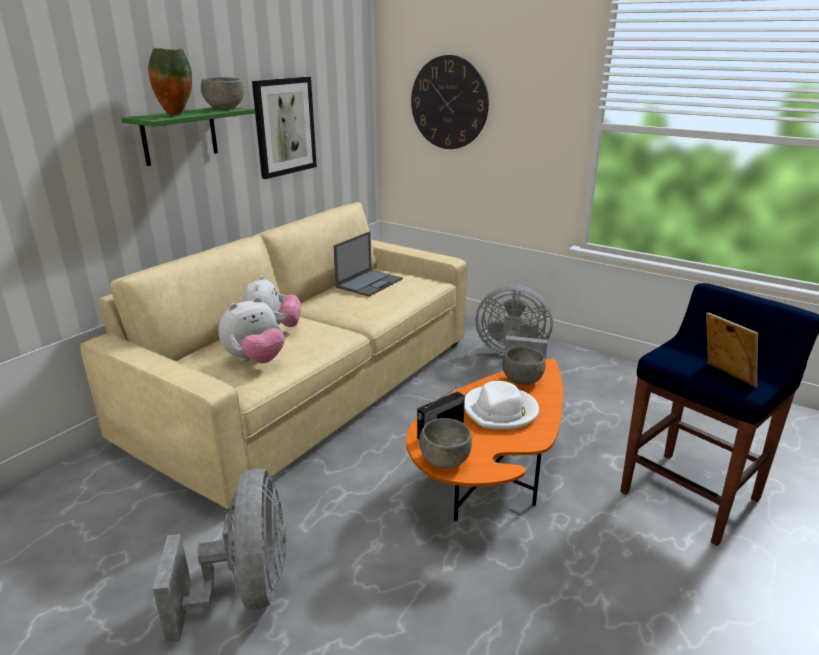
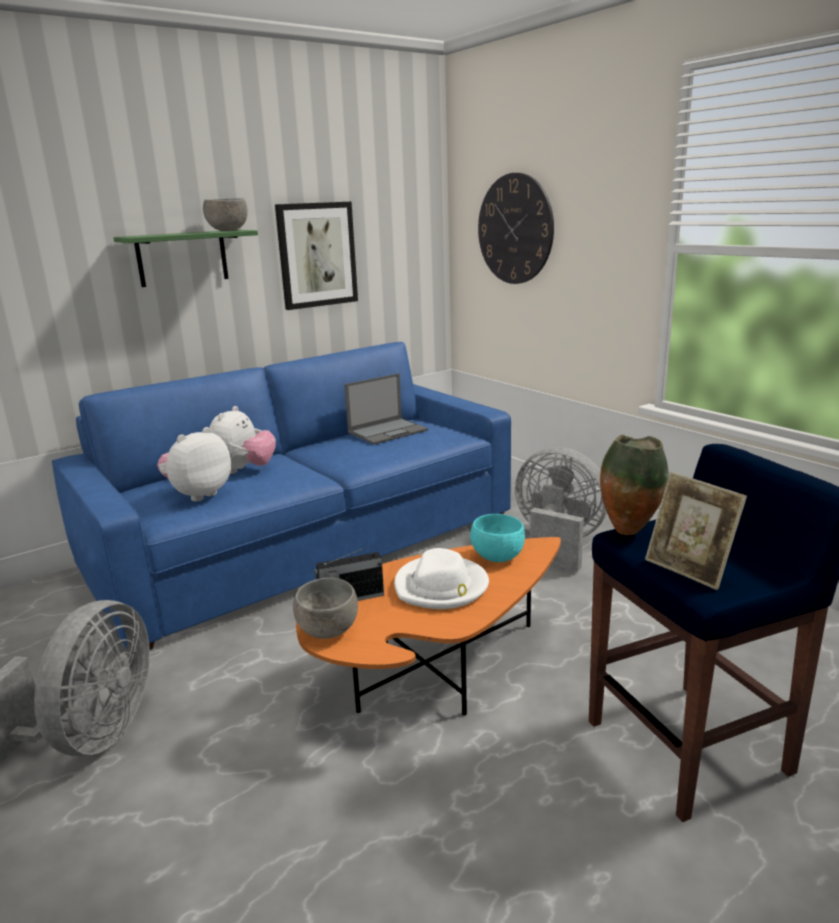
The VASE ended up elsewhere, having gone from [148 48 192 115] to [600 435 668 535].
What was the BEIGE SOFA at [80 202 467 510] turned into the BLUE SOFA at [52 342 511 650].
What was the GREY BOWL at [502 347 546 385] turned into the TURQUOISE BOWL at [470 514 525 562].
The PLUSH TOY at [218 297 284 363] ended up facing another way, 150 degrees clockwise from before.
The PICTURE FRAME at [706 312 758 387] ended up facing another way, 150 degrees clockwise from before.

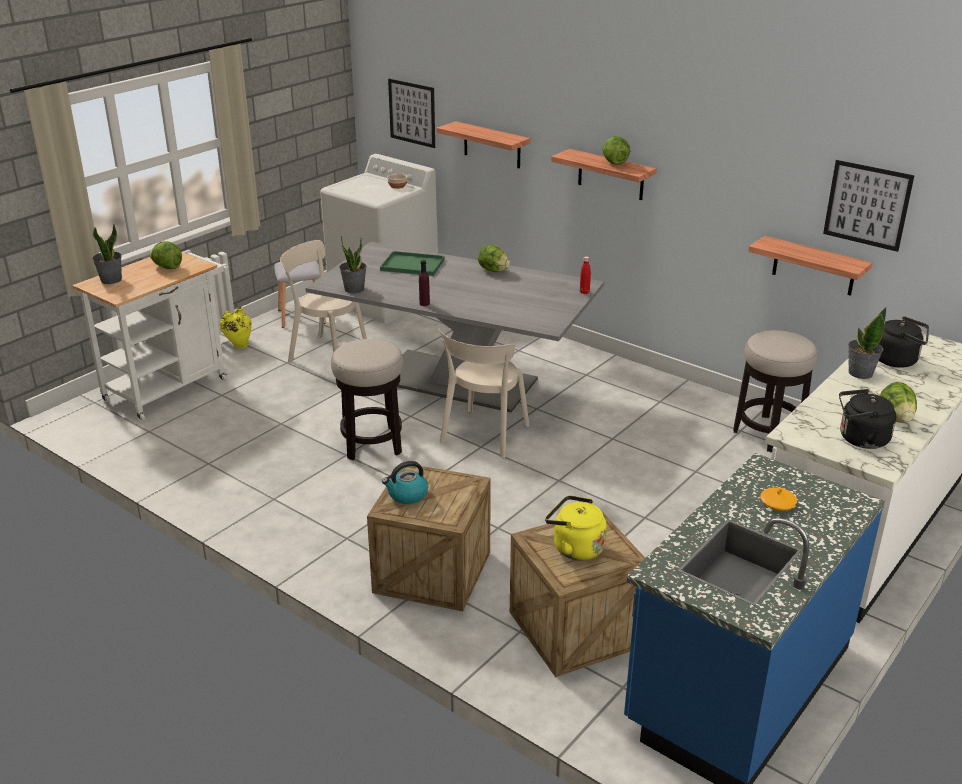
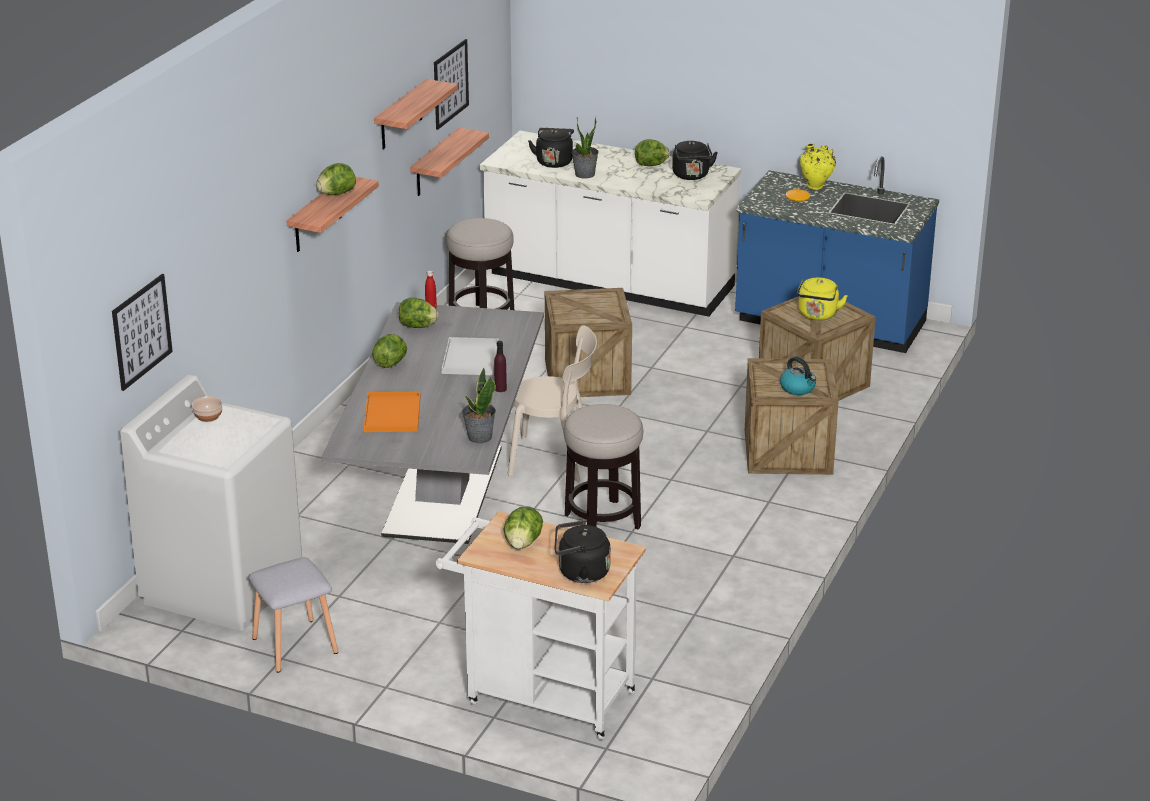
The second view lost the BEIGE CHAIR at [280 240 367 362].
The second view gained the LETTUCE at [399 297 439 328].
The second view gained the WHITE TRAY at [441 337 499 375].
The second view gained the CRATE at [545 288 632 397].
The YELLOW VASE ended up elsewhere, having gone from [220 307 252 349] to [800 143 836 190].
The SHELF ended up elsewhere, having gone from [436 121 531 168] to [374 79 458 149].
Where the POTTED PLANT stood at [92 224 122 284], the BLACK KETTLE came to stand at [555 520 611 583].
What was the GREEN TRAY at [380 251 445 276] turned into the ORANGE TRAY at [364 391 421 432].

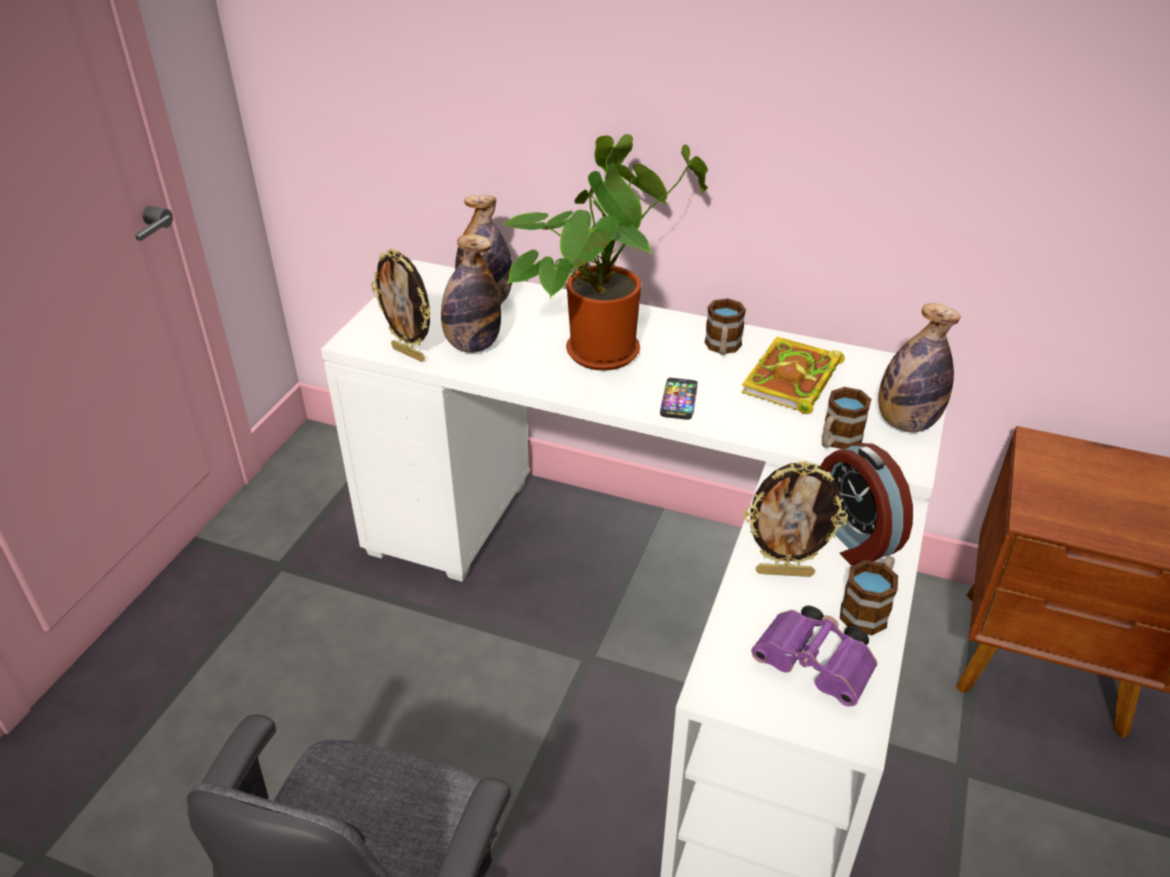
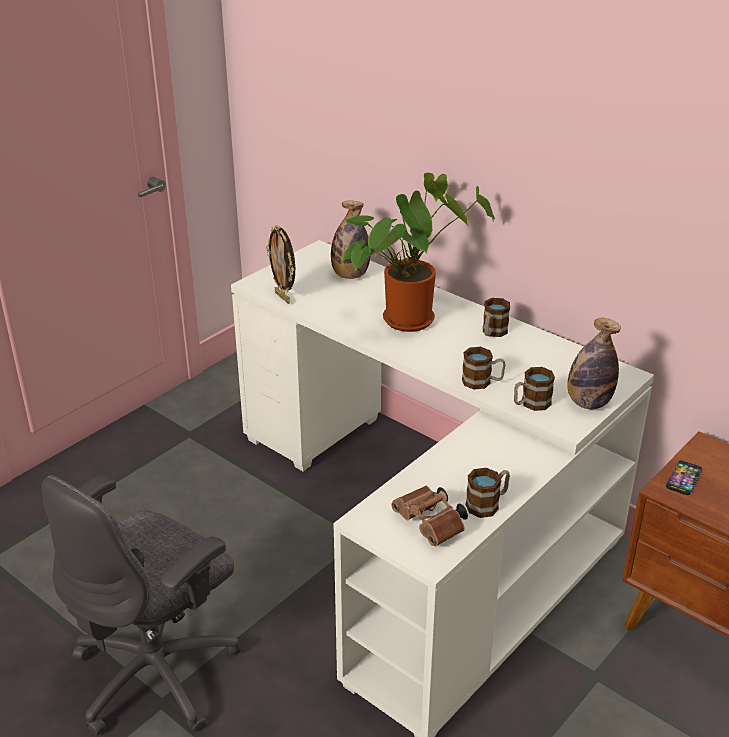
The second view lost the BOTTLE at [441 234 501 353].
The second view lost the BOOK at [741 337 845 414].
The second view lost the PICTURE FRAME at [744 461 848 577].
The second view lost the ALARM CLOCK at [820 443 913 566].
The second view gained the MUG at [462 347 506 390].
The PHONE ended up elsewhere, having gone from [660 378 698 420] to [666 460 702 495].
What was the PURPLE BINOCULARS at [751 606 877 707] turned into the BROWN BINOCULARS at [391 486 468 547].

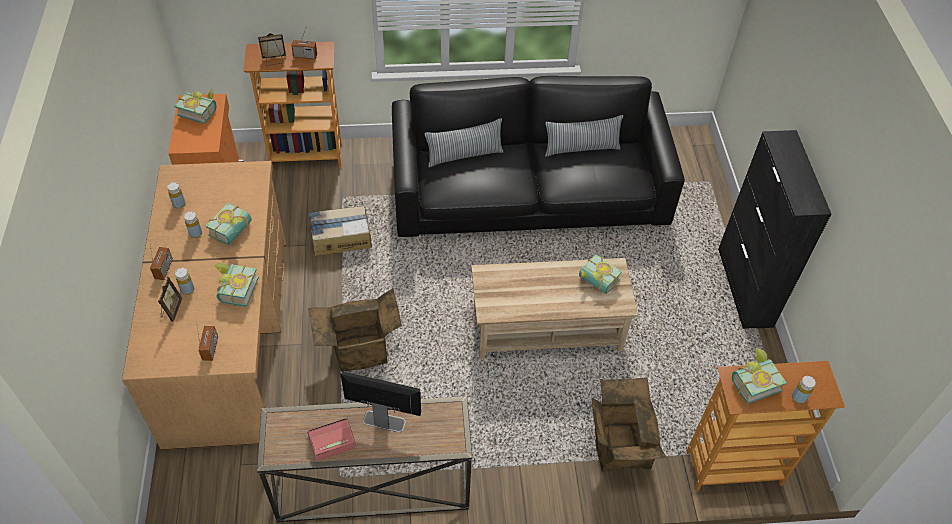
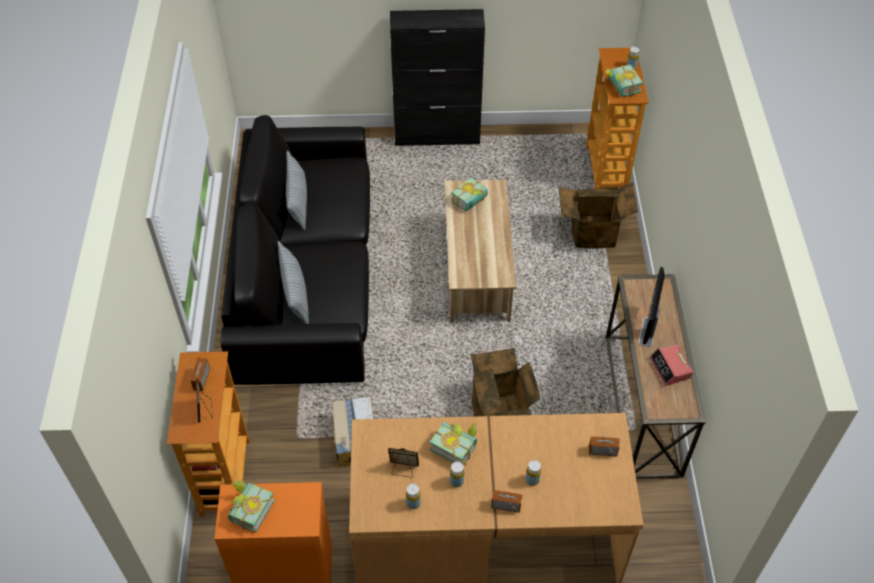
The second view lost the BOOK at [214 263 259 307].
The PICTURE FRAME ended up elsewhere, having gone from [158 277 182 322] to [388 448 419 478].

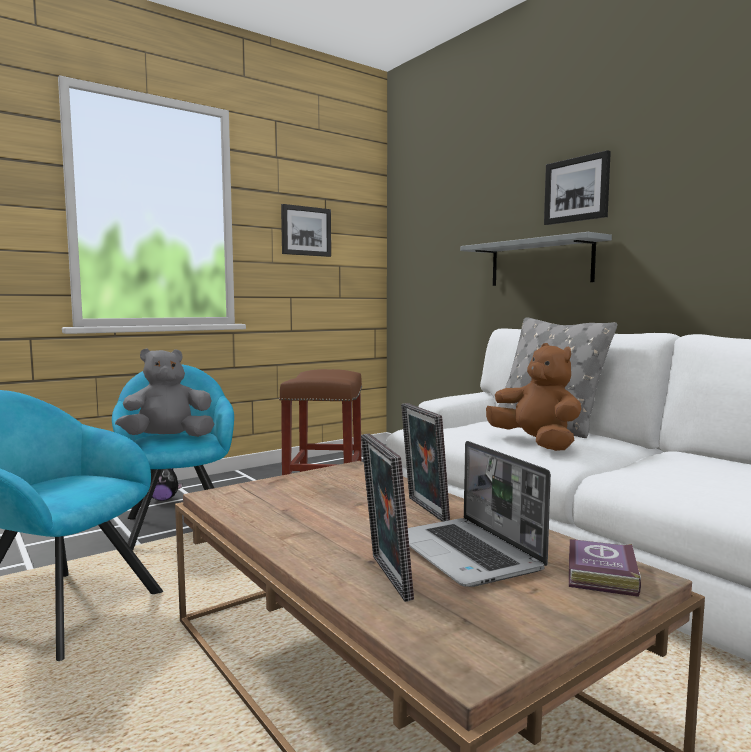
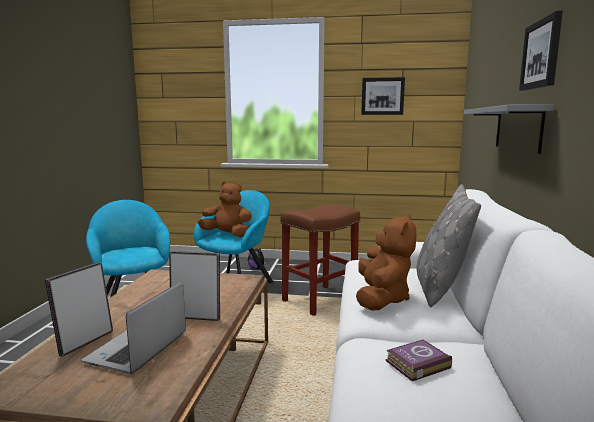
The BOOK ended up elsewhere, having gone from [569 539 641 597] to [386 340 452 382].
What was the GREY PLUSH TOY at [115 349 214 437] turned into the BROWN PLUSH TOY at [197 182 252 237].
The PICTURE FRAME at [401 403 450 522] ended up facing another way, 75 degrees clockwise from before.

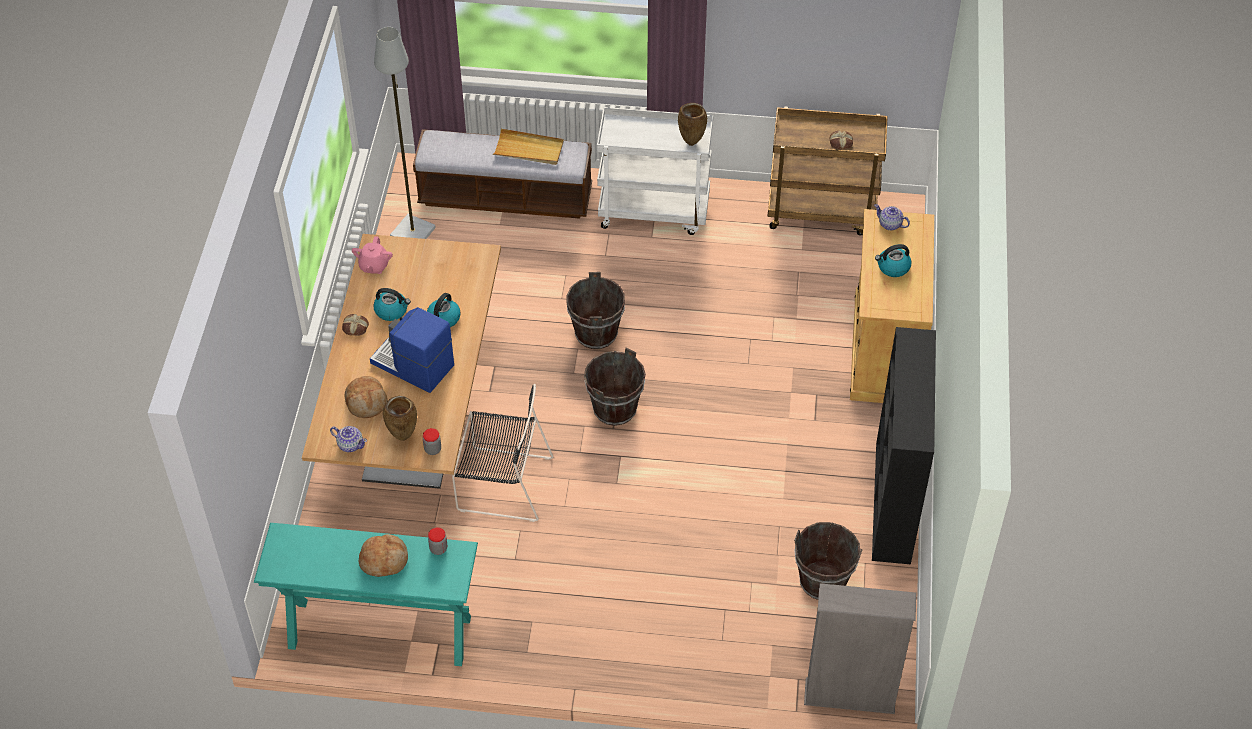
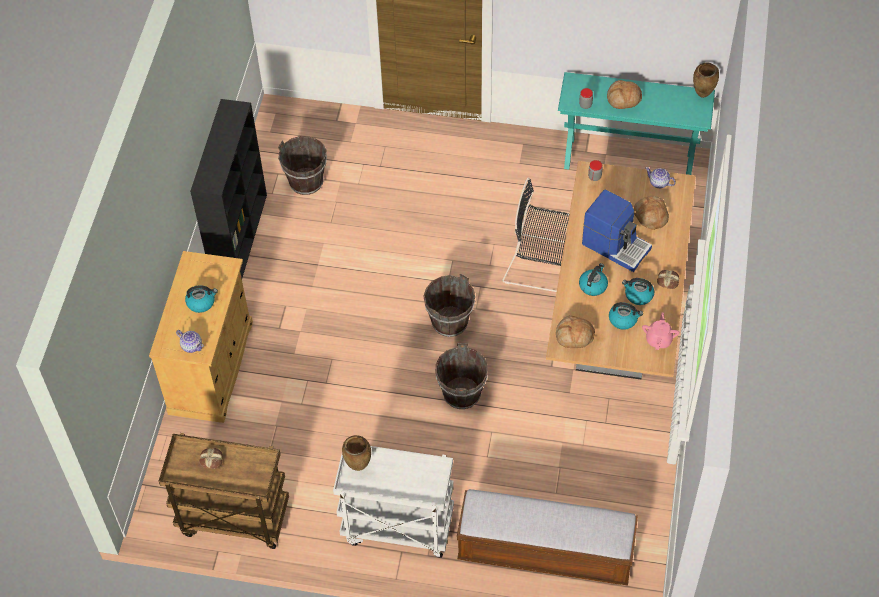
The second view lost the GREY FLOOR LAMP at [374 27 436 239].
The second view lost the BEIGE TRAY at [493 129 564 165].
The second view lost the GREY BOOKCASE at [804 583 916 714].
The second view gained the BREAD at [556 315 595 348].
The second view gained the KETTLE at [609 302 643 330].
The BROWN VASE ended up elsewhere, having gone from [383 396 417 441] to [693 63 719 98].

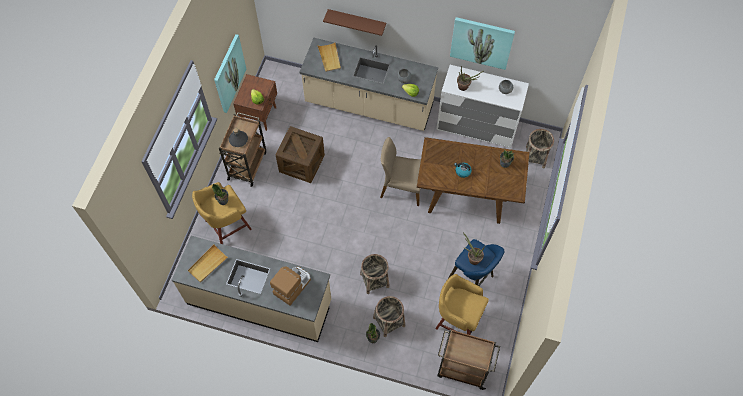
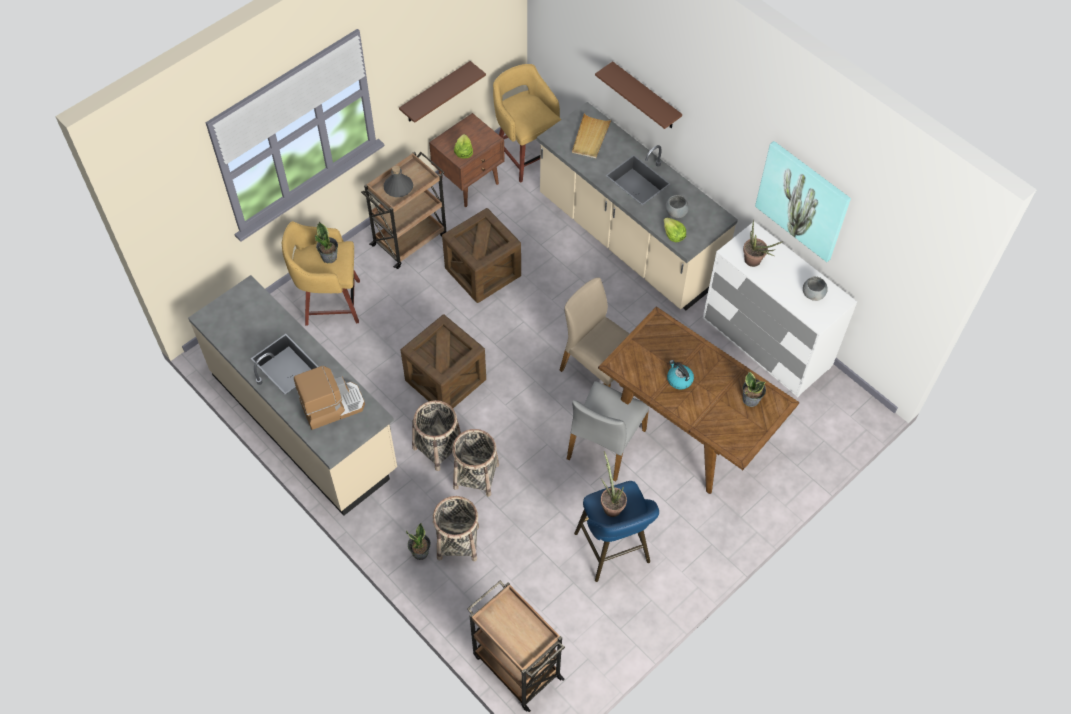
The second view lost the BEIGE TRAY at [188 245 228 283].
The second view gained the CRATE at [400 315 486 408].
The second view gained the GREY CHAIR at [567 381 649 481].
The YELLOW STOOL ended up elsewhere, having gone from [435 274 489 335] to [493 64 561 183].
The BASKET ended up elsewhere, having gone from [526 129 554 169] to [412 400 461 471].
Where the PICTURE hung at [214 34 246 113], the BROWN SHELF came to hang at [399 61 486 123].

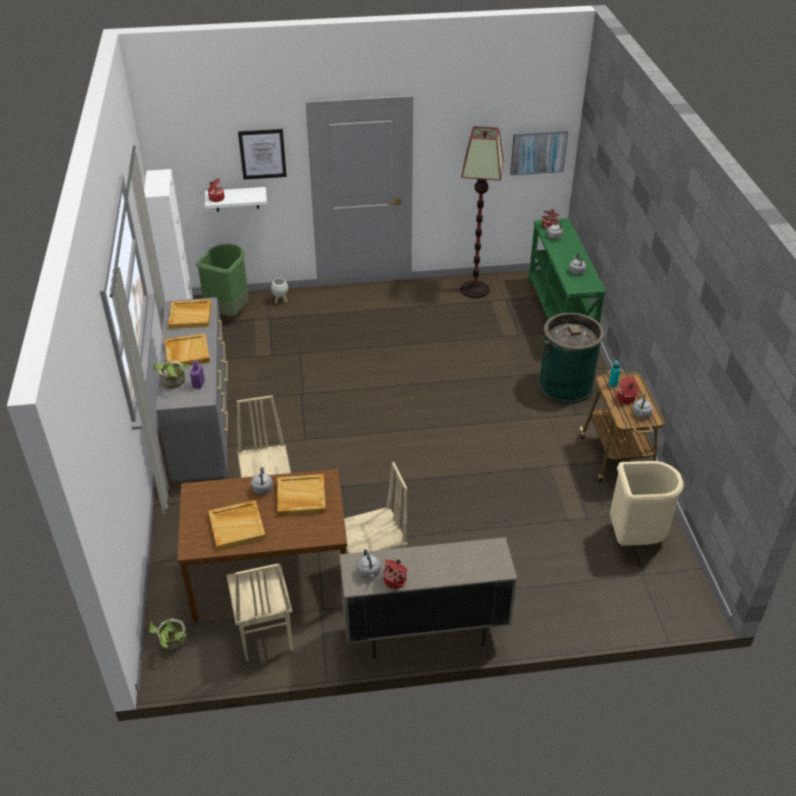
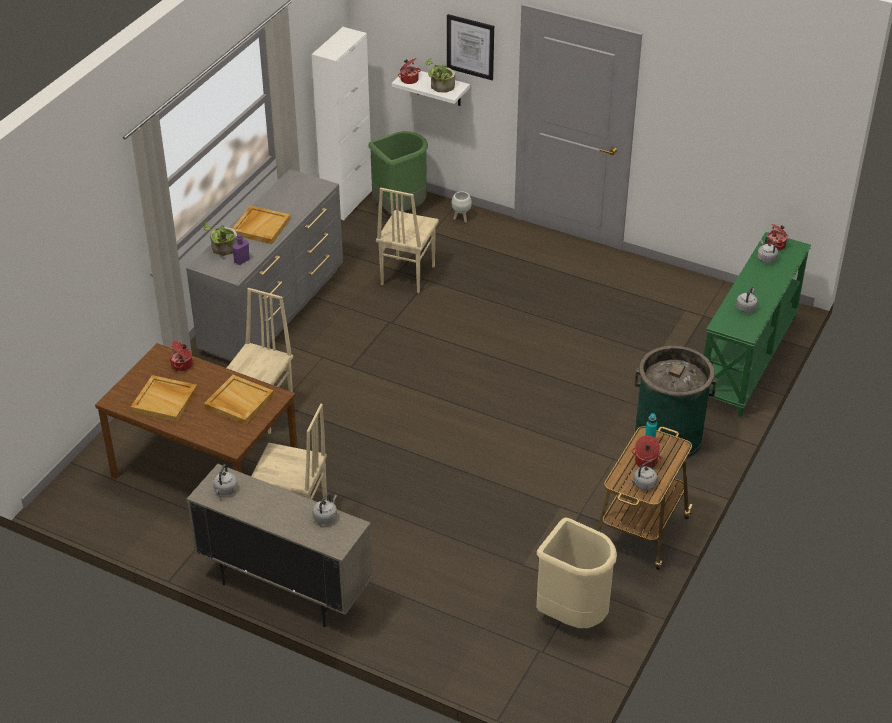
The second view lost the BEIGE TRAY at [168 300 211 329].
The second view lost the FLOOR LAMP at [461 126 504 298].
The second view lost the PICTURE at [510 130 568 175].
The POTTED PLANT ended up elsewhere, having gone from [149 618 188 652] to [425 58 455 93].
The BEIGE CHAIR ended up elsewhere, having gone from [227 563 293 661] to [376 187 439 293].
The GREY KETTLE ended up elsewhere, having gone from [251 467 273 495] to [312 494 337 524].
The COOKING POT ended up elsewhere, having gone from [384 559 408 589] to [170 341 192 371].

